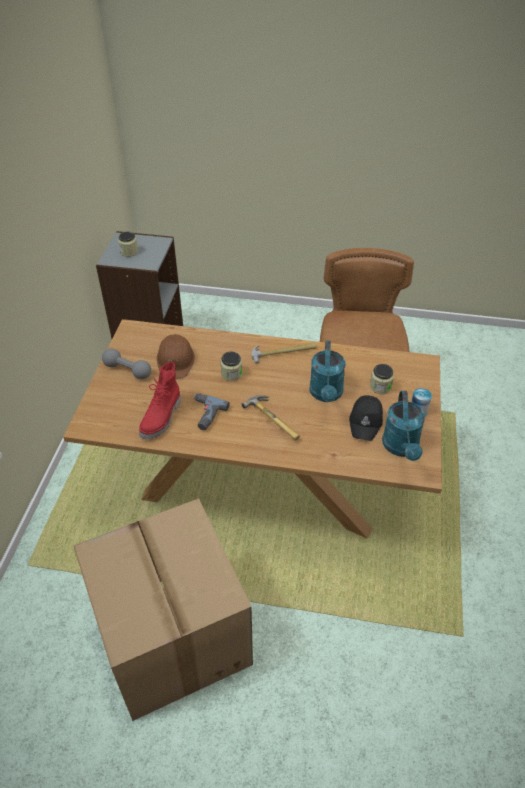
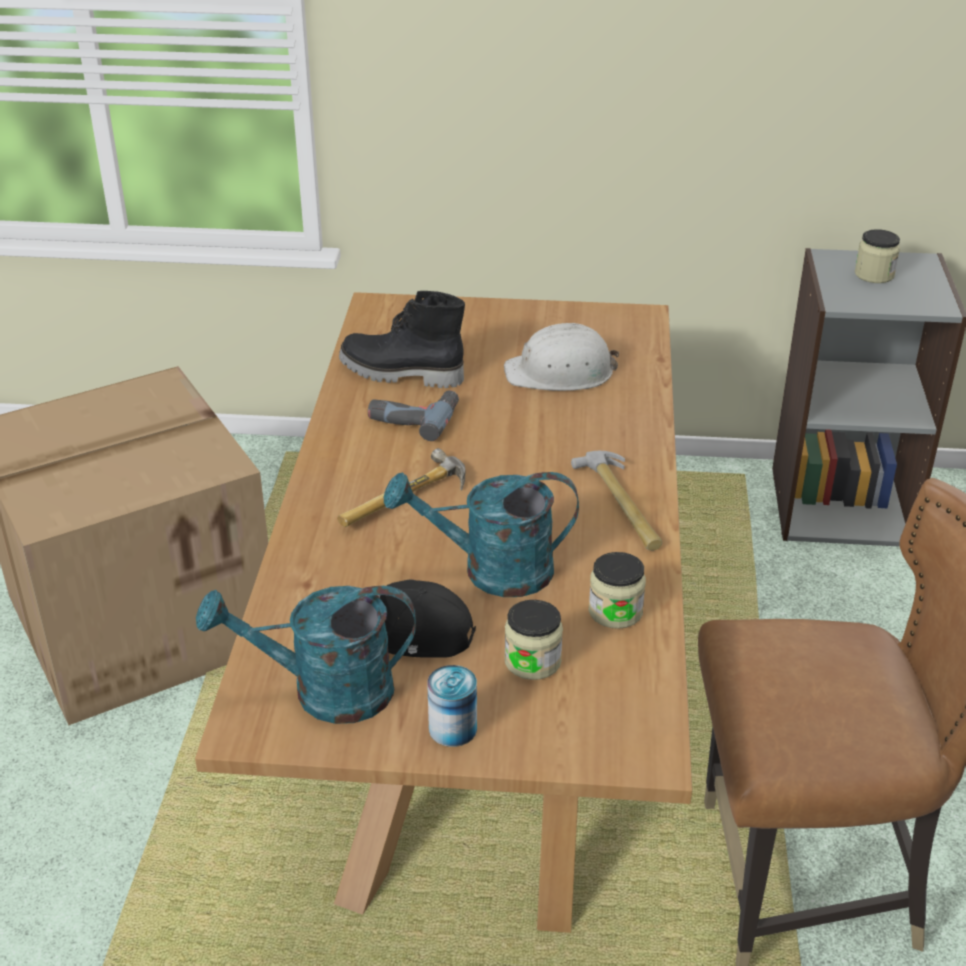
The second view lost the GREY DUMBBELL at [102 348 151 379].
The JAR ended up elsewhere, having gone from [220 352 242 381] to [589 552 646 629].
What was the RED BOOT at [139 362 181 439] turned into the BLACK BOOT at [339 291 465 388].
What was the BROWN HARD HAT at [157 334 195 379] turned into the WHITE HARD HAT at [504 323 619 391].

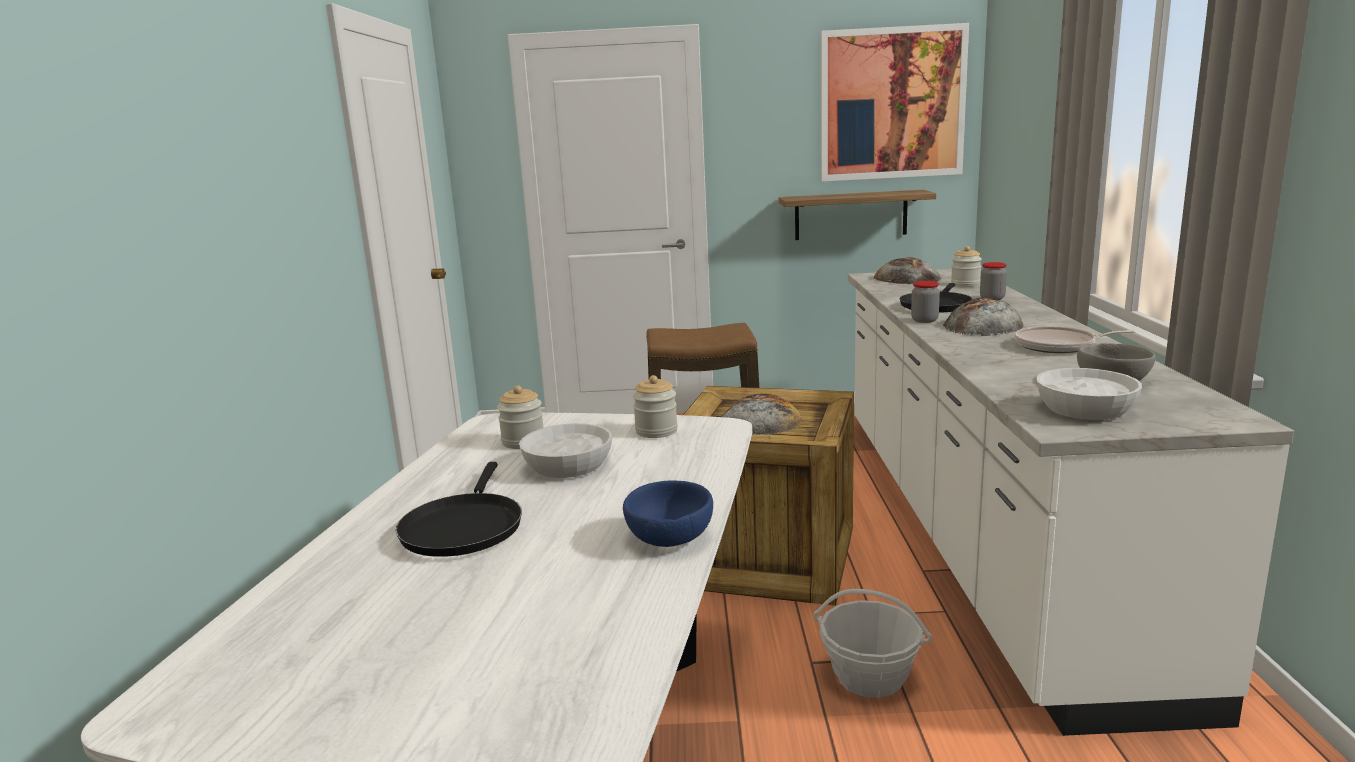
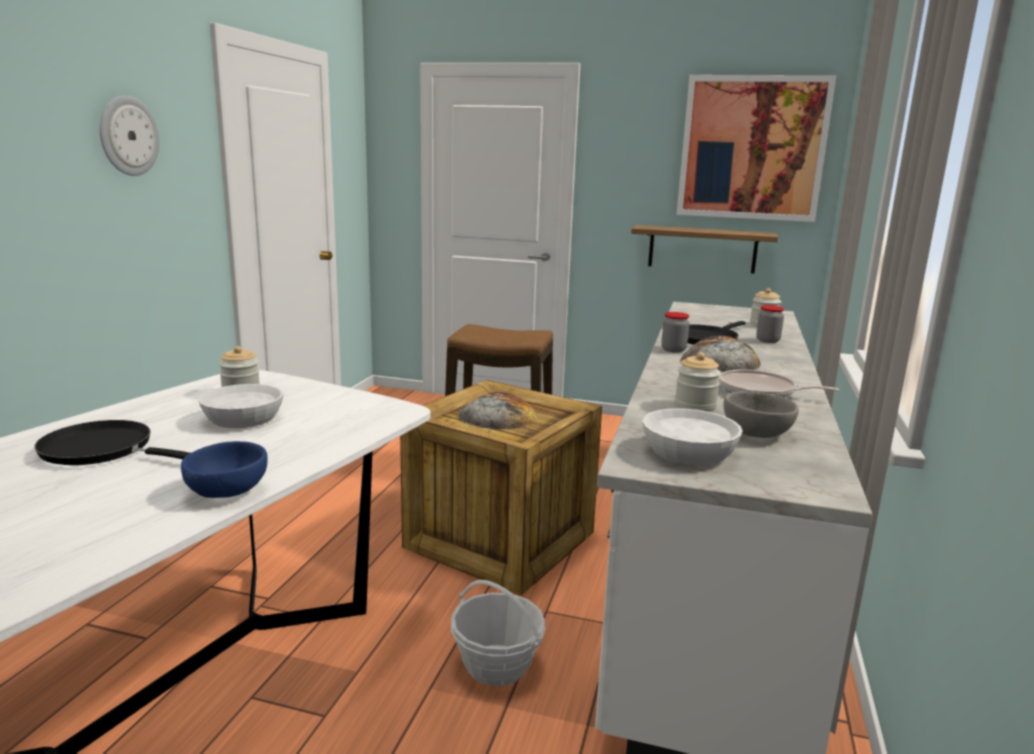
The second view lost the BREAD at [874 257 942 284].
The second view gained the WALL CLOCK at [100 95 159 176].
The JAR ended up elsewhere, having gone from [633 375 678 438] to [675 352 721 412].
The BLACK FRYING PAN at [396 462 522 557] ended up facing another way, 90 degrees clockwise from before.

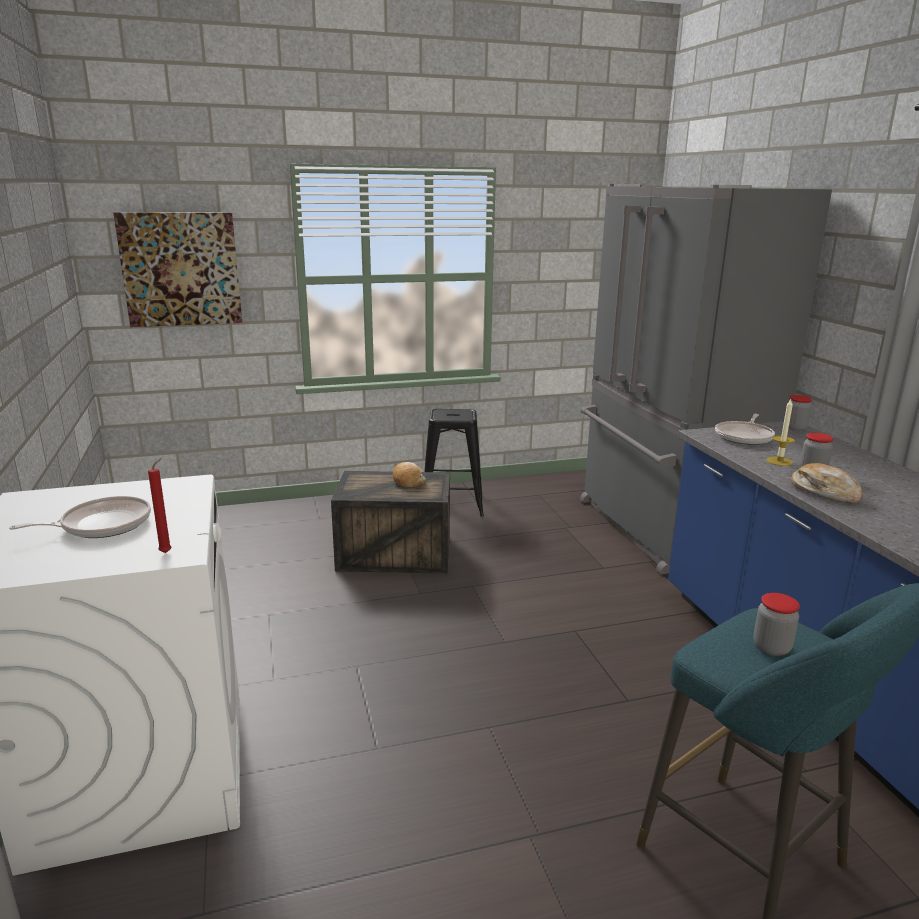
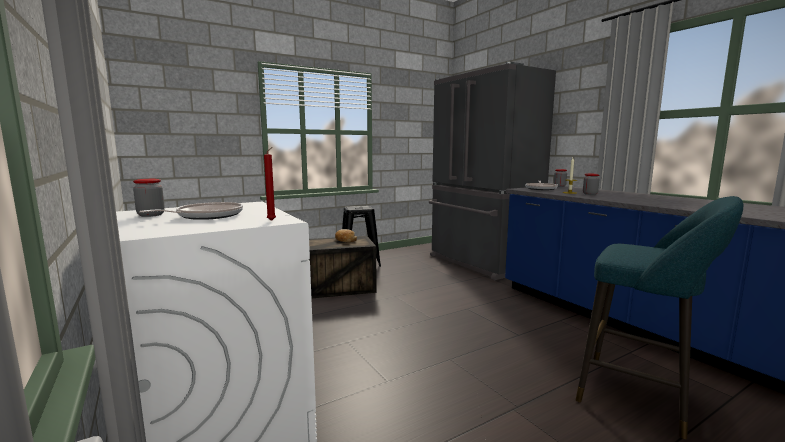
The second view lost the PICTURE at [113 212 242 327].
The second view lost the BREAD at [791 463 863 503].
The JAR ended up elsewhere, having gone from [753 593 800 656] to [133 179 165 217].

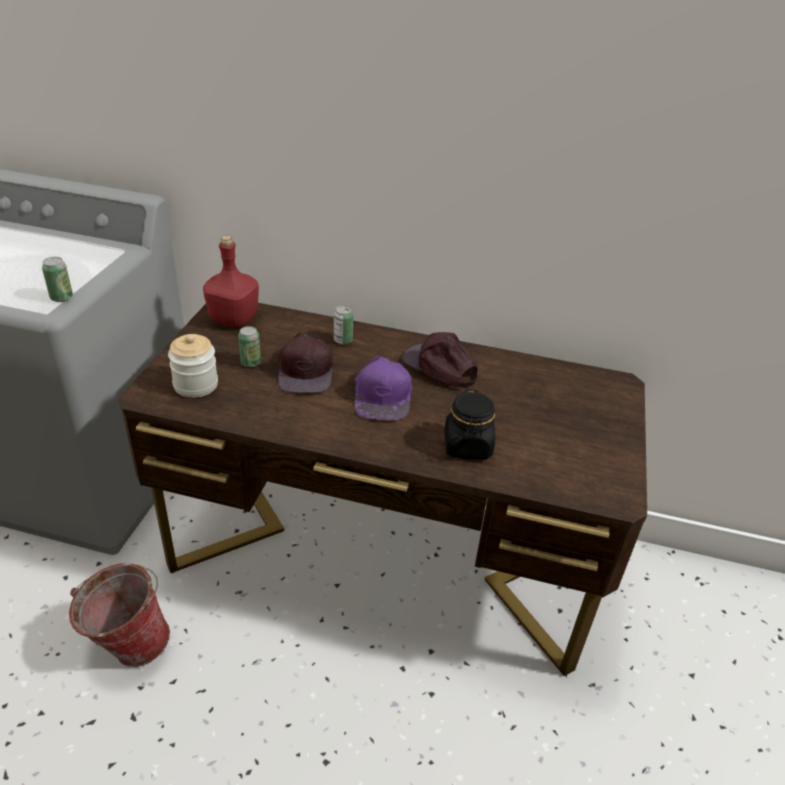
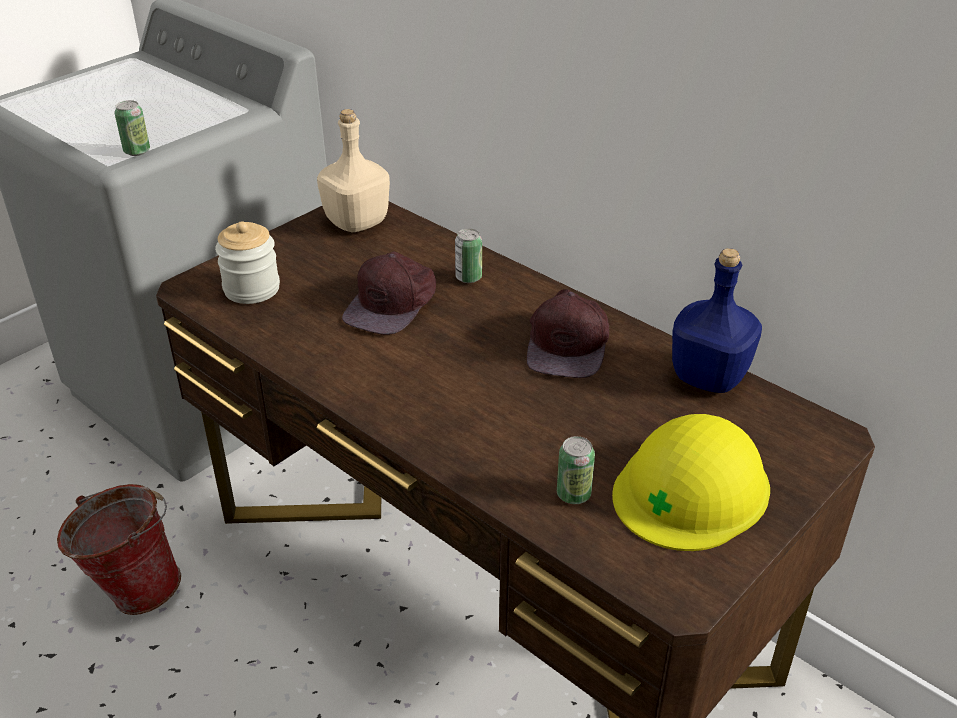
The second view lost the PURPLE CAP at [355 356 412 420].
The second view lost the BLACK JAR at [444 390 495 459].
The second view gained the YELLOW HARD HAT at [612 414 770 551].
The second view gained the BLUE BOTTLE at [672 248 762 393].
The CAN ended up elsewhere, having gone from [238 326 261 367] to [557 436 595 504].
What was the RED BOTTLE at [203 235 259 327] turned into the BEIGE BOTTLE at [317 109 390 233].
The BROWN CAP at [402 332 477 387] ended up facing another way, 150 degrees counterclockwise from before.

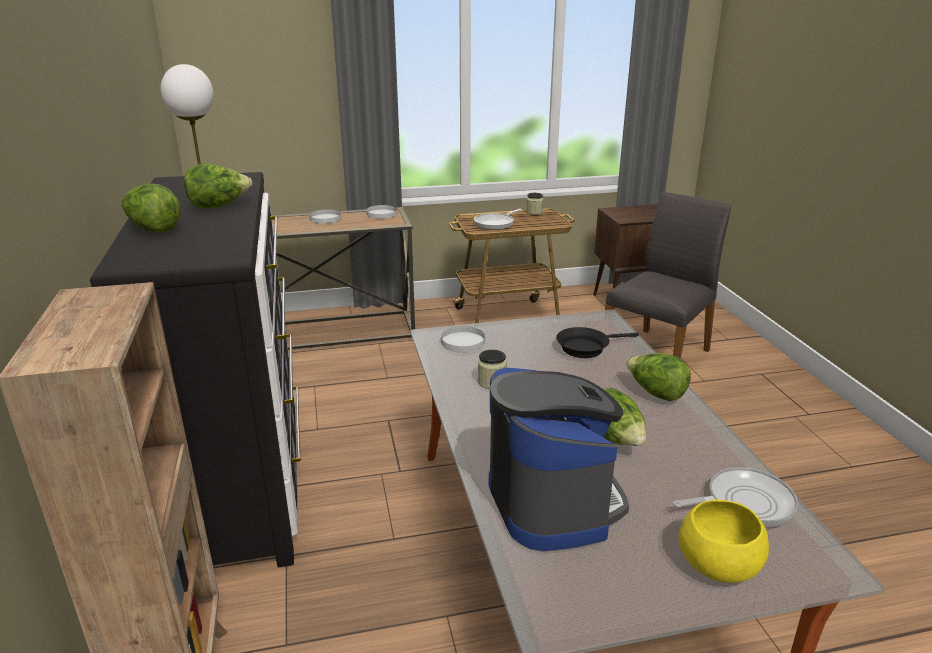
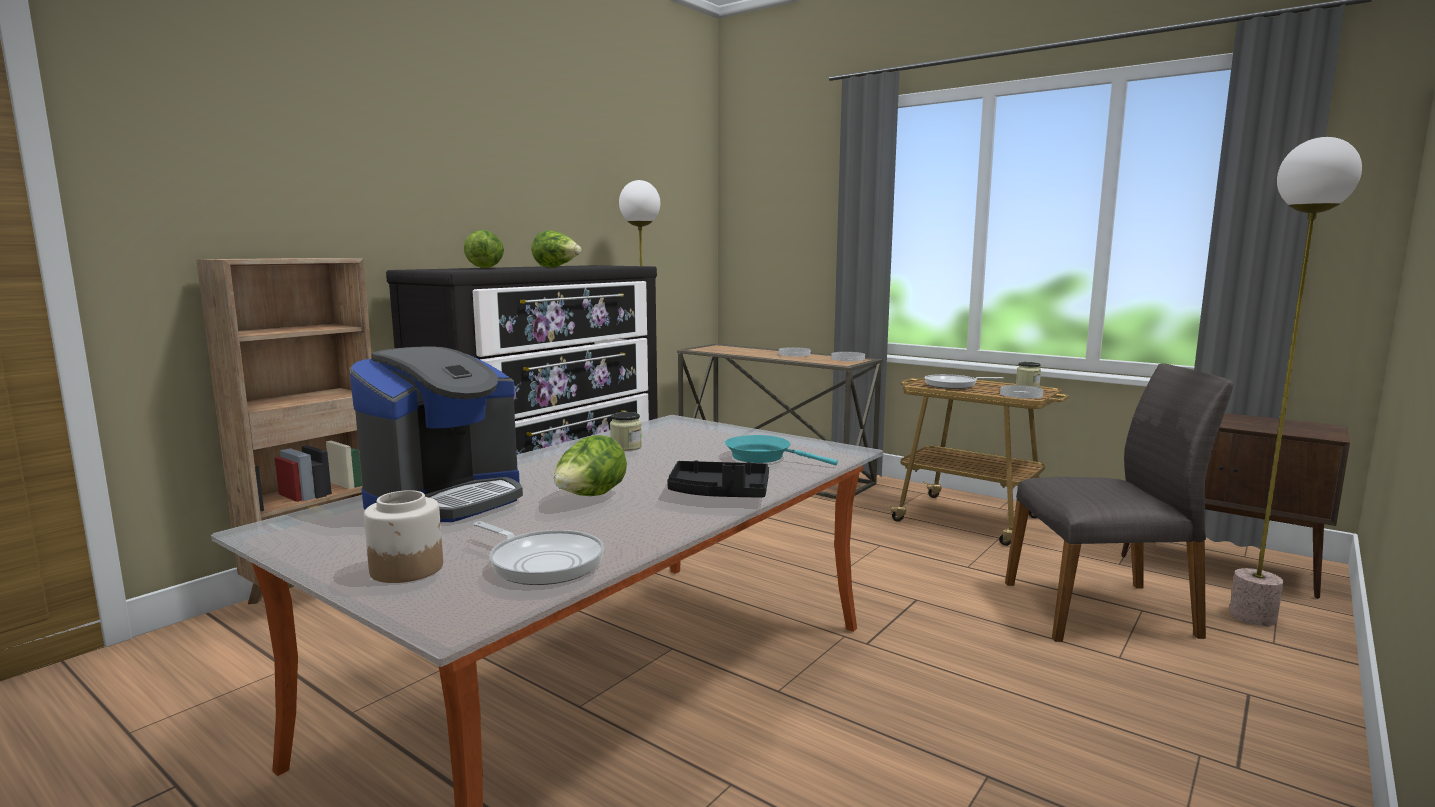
The second view gained the FLOOR LAMP at [1229 137 1362 626].
The WHITE PLATE ended up elsewhere, having gone from [441 326 485 352] to [1000 385 1043 399].
Where the LETTUCE stood at [626 353 691 401], the BLACK TRAY came to stand at [667 461 769 498].
Where the YELLOW BOWL stood at [679 500 769 583], the JAR came to stand at [364 490 443 583].
What was the BLACK FRYING PAN at [556 327 639 358] turned into the TURQUOISE FRYING PAN at [725 435 838 465].

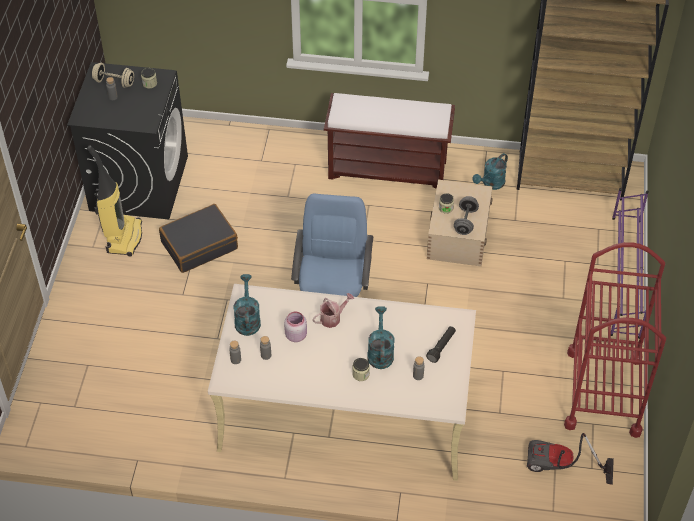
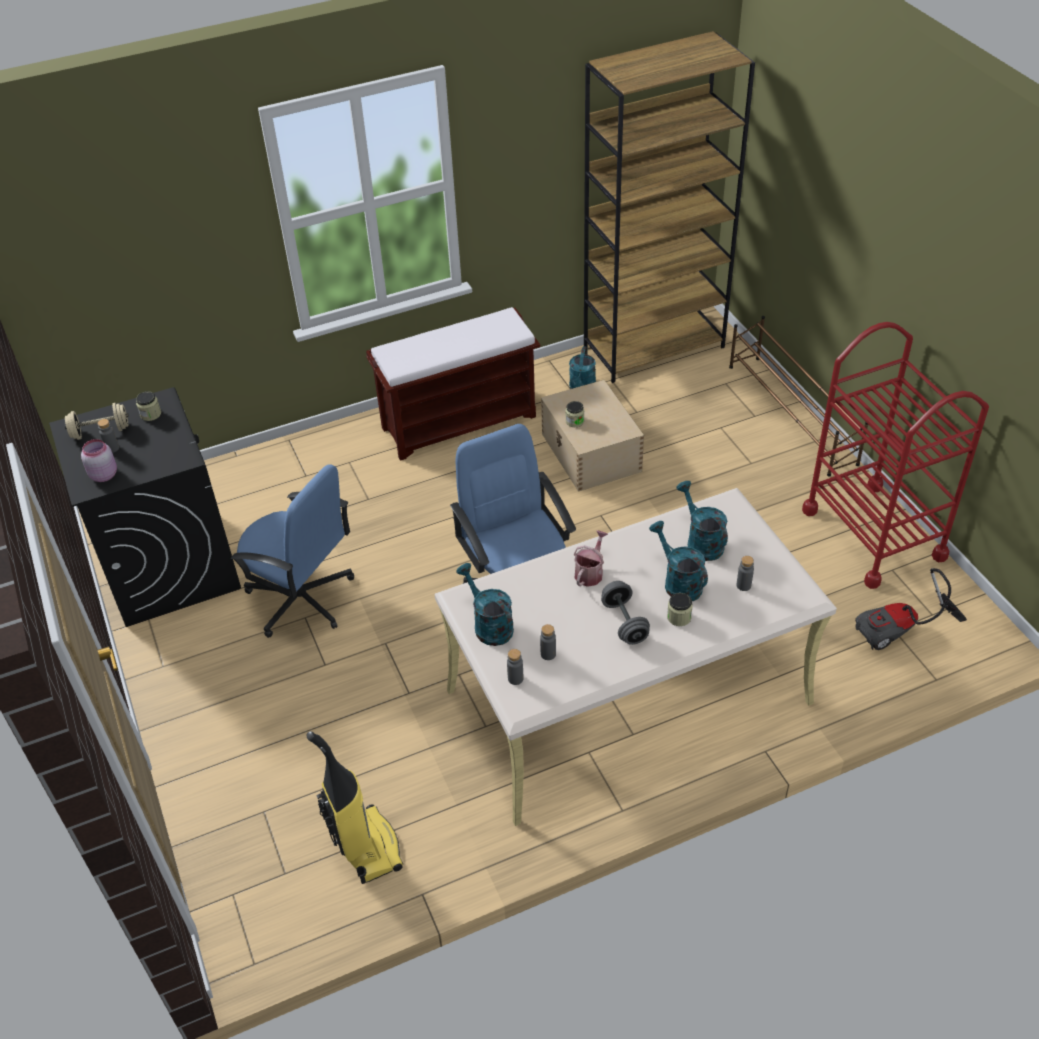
The second view lost the BLACK FLASHLIGHT at [426 326 456 363].
The second view gained the TURQUOISE WATERING CAN at [676 481 728 561].
The VACUUM CLEANER ended up elsewhere, having gone from [87 145 142 256] to [306 731 403 884].
The PINK JAR ended up elsewhere, having gone from [284 312 307 342] to [81 439 117 482].
The GREY DUMBBELL ended up elsewhere, having gone from [454 196 479 235] to [601 581 650 645].
Where the BLACK SUITCASE stood at [159 204 238 273], the BLUE OFFICE CHAIR came to stand at [231 464 354 638].
What was the PURPLE SHOE RACK at [611 188 649 339] turned into the BROWN SHOE RACK at [729 316 868 477].

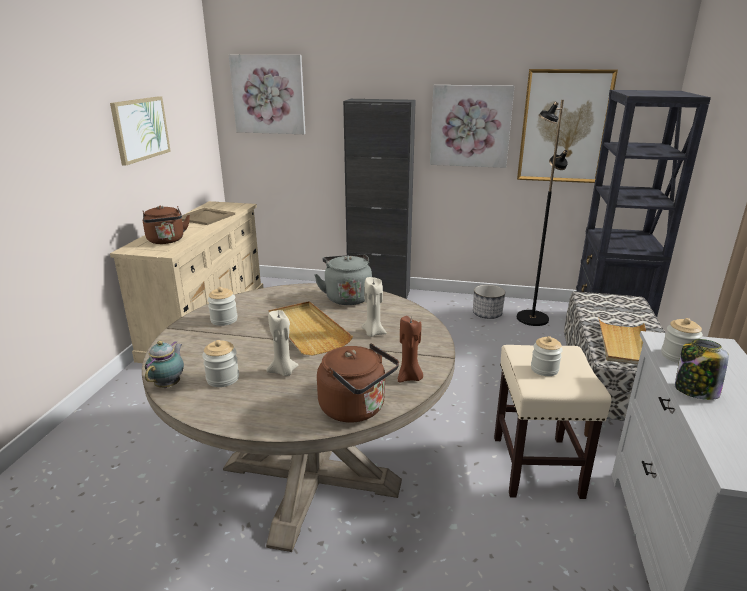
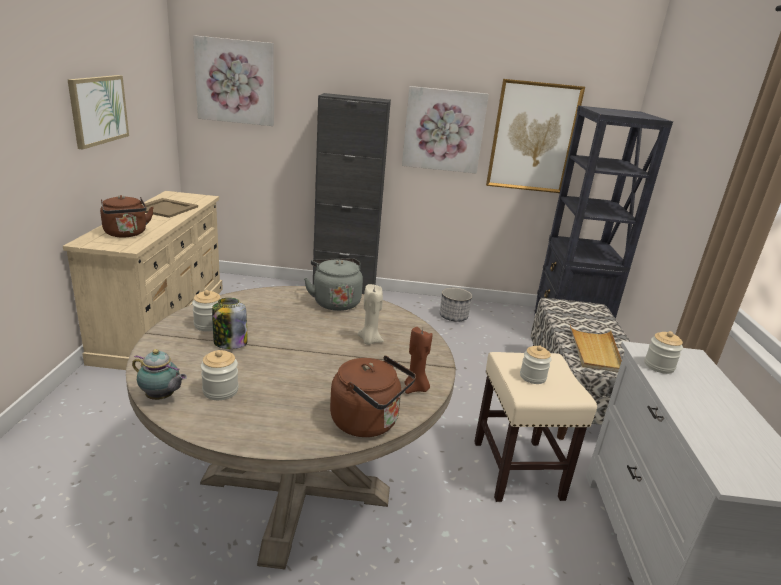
The second view lost the BEIGE CANDLE at [266 310 298 376].
The second view lost the BEIGE TRAY at [268 301 353 356].
The second view lost the BLACK FLOOR LAMP at [517 100 568 326].
The JAR ended up elsewhere, having gone from [675 339 729 400] to [212 298 248 349].
The TEAPOT at [145 341 184 388] ended up facing another way, 105 degrees clockwise from before.

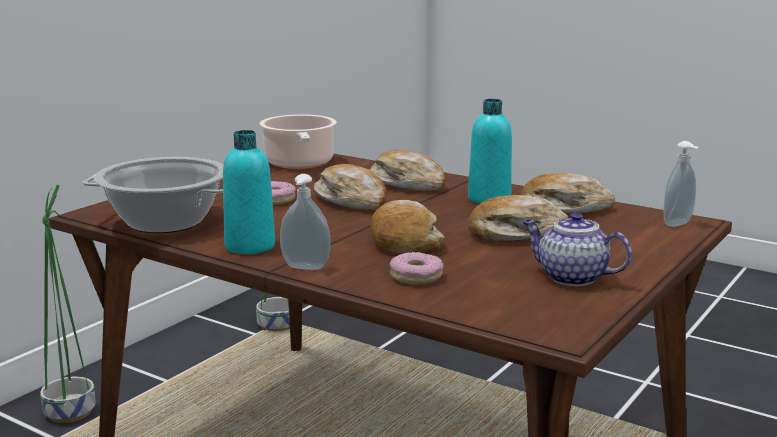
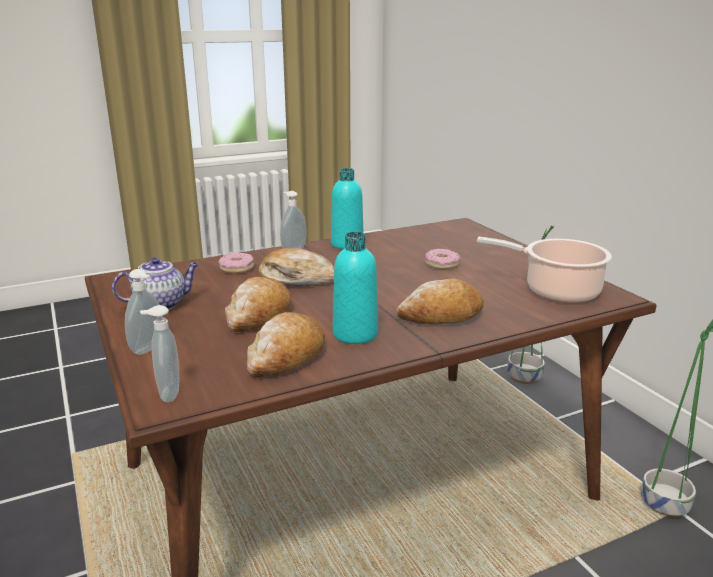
The second view lost the COOKING POT at [82 157 223 233].
The second view lost the BREAD at [314 164 387 210].
The second view gained the SOAP DISPENSER at [125 269 163 355].

